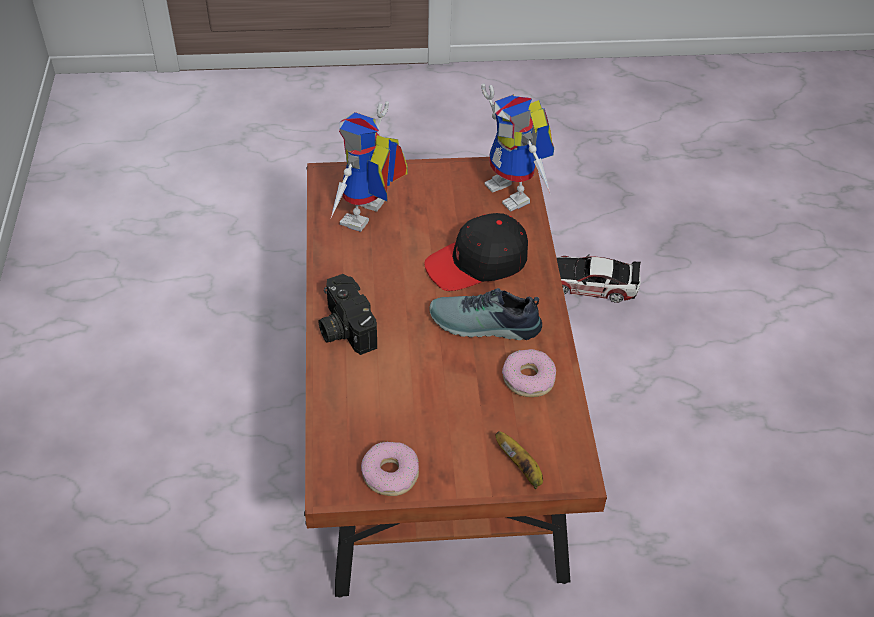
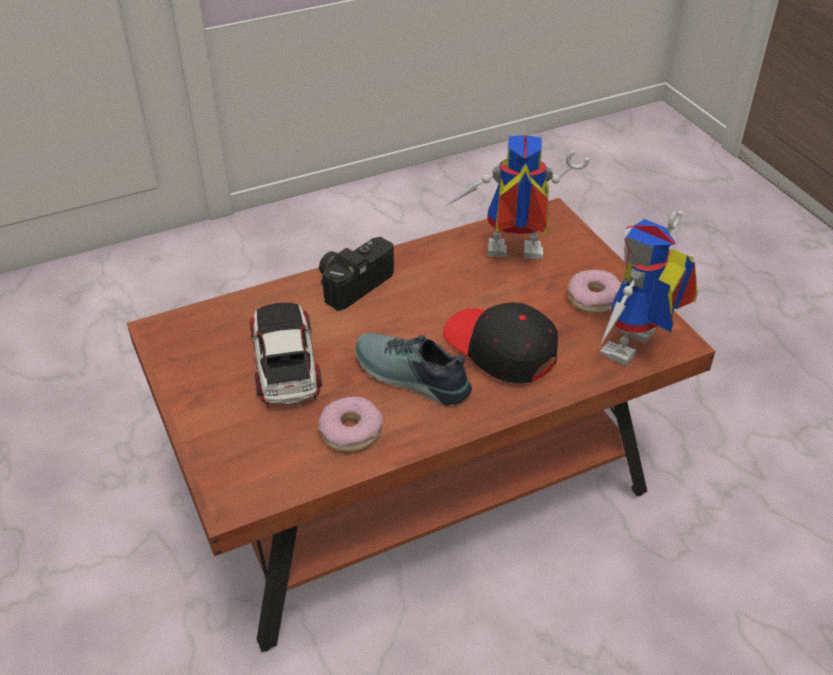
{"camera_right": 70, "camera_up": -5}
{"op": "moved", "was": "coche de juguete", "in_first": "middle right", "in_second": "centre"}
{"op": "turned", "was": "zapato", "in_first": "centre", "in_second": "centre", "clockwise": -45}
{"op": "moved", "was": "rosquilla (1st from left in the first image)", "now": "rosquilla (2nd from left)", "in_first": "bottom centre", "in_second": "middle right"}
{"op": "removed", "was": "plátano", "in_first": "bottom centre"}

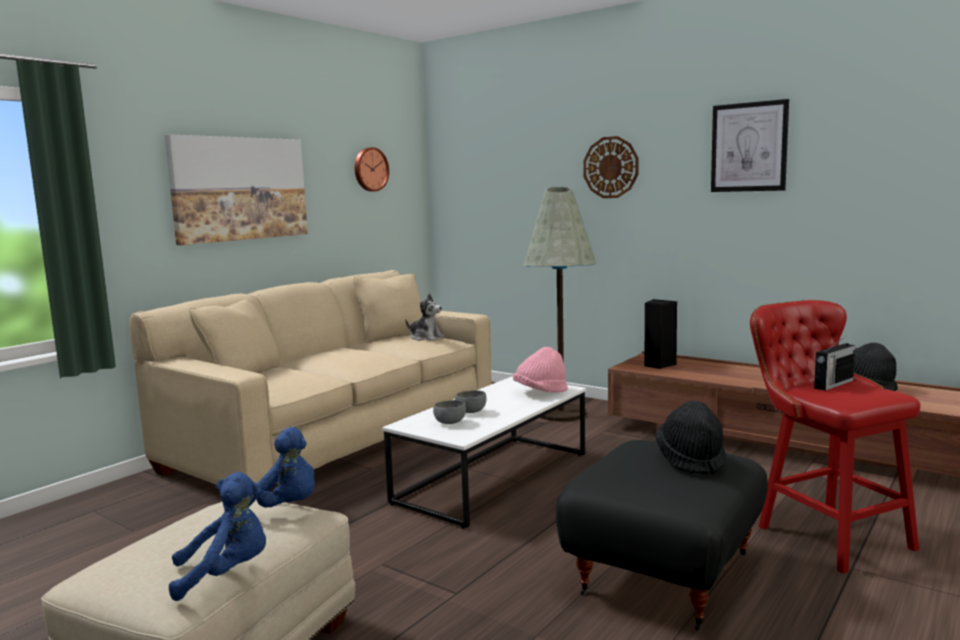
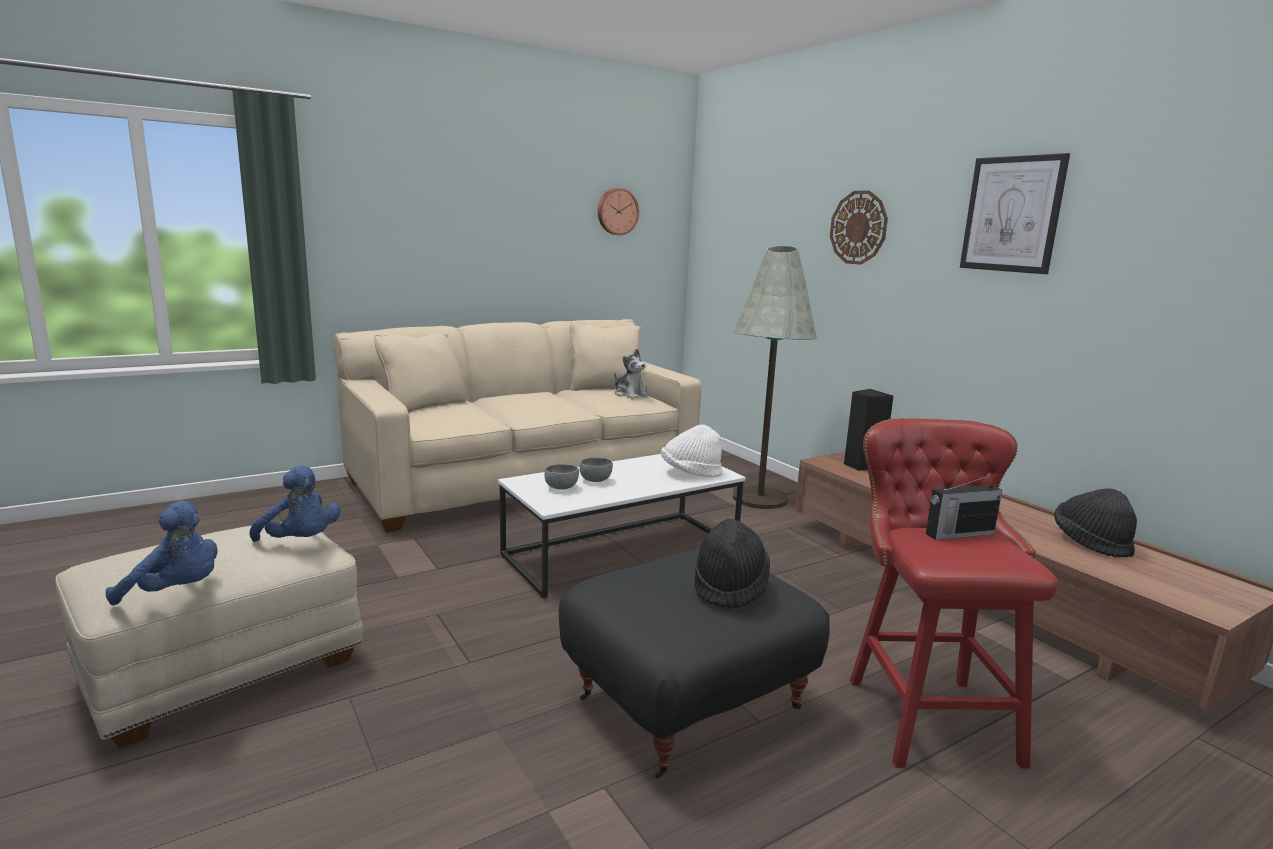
{"camera_right": 20, "camera_up": 5}
{"op": "recoloured", "was": "sombrero (rosa)", "now": "sombrero (blanco)", "in_first": "centre", "in_second": "centre"}
{"op": "removed", "was": "cuadro (1st from left)", "in_first": "top left"}

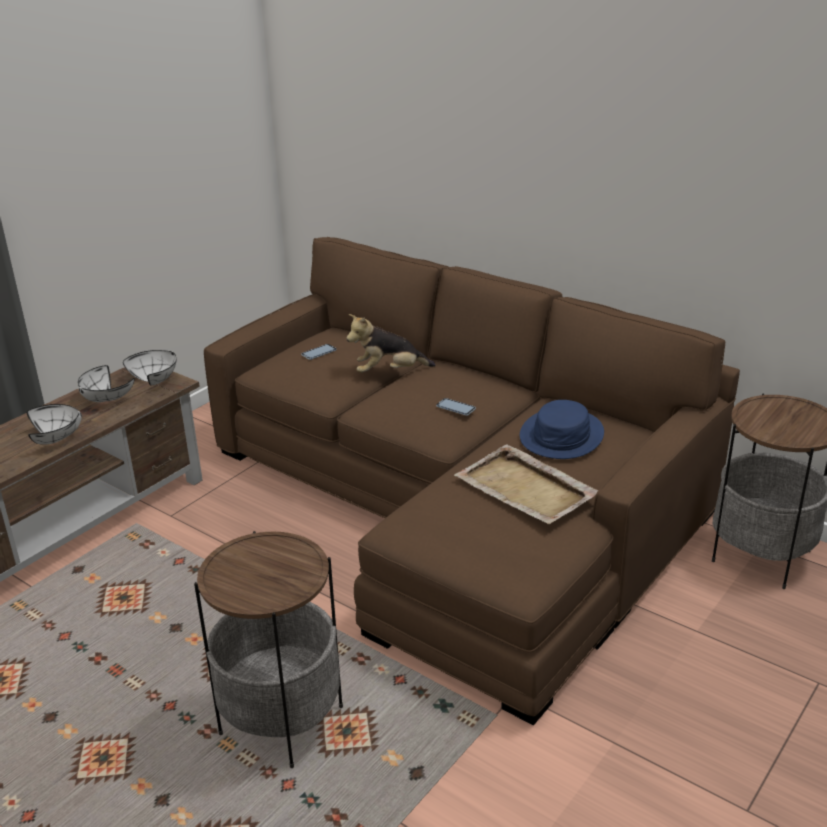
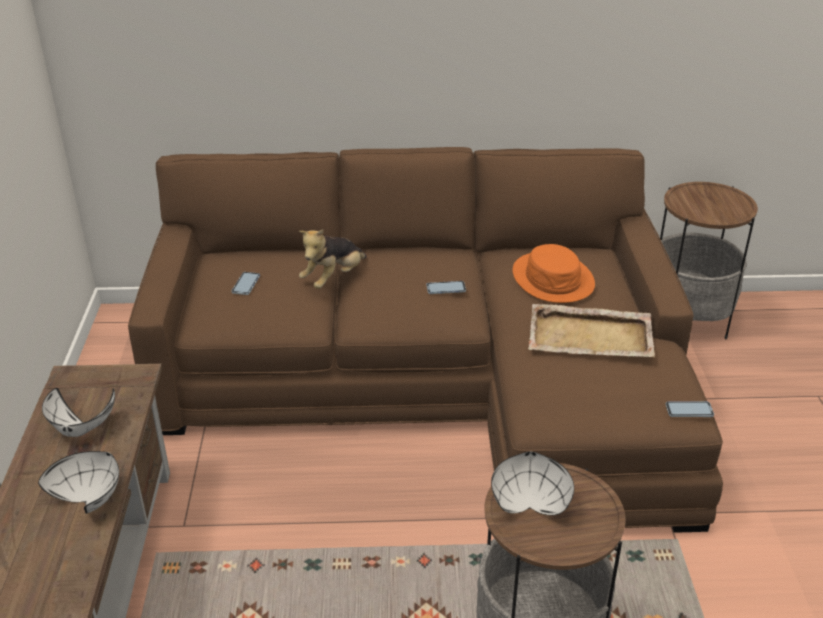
{"camera_right": -40, "camera_up": 5}
{"op": "moved", "was": "cuenco (blanco) (3rd from left)", "in_first": "middle left", "in_second": "bottom centre"}
{"op": "recoloured", "was": "sombrero (azul)", "now": "sombrero (naranja)", "in_first": "middle right", "in_second": "middle right"}
{"op": "added", "now": "móvil (3rd from left)", "in_second": "middle right"}

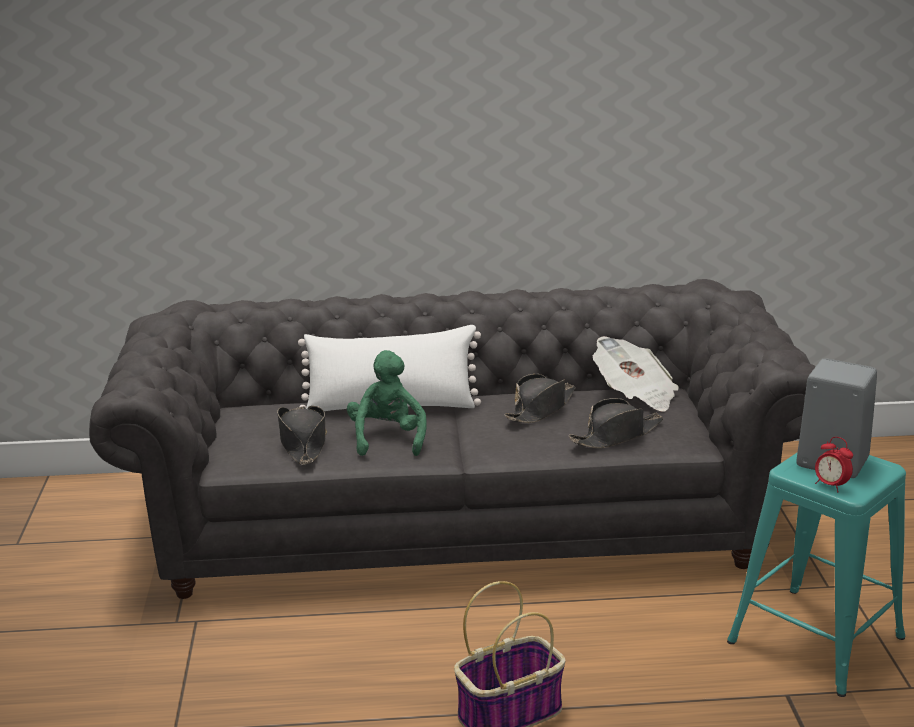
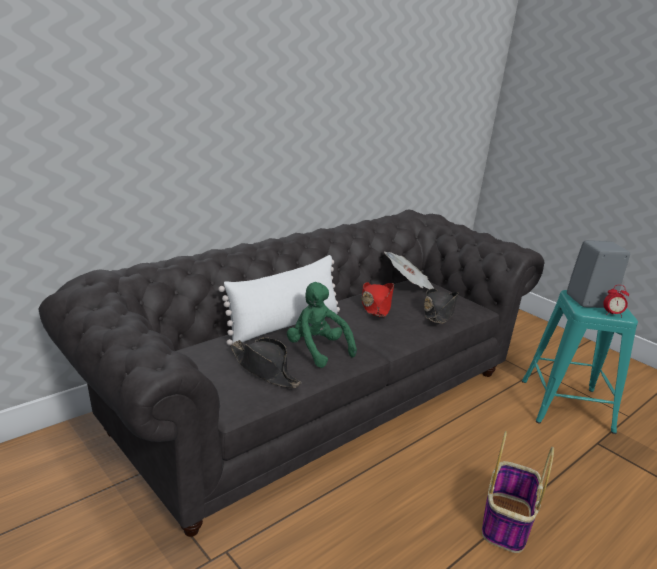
{"camera_right": -40, "camera_up": 0}
{"op": "recoloured", "was": "sombrero (negro) (2nd from left)", "now": "sombrero (rojo)", "in_first": "centre", "in_second": "centre"}

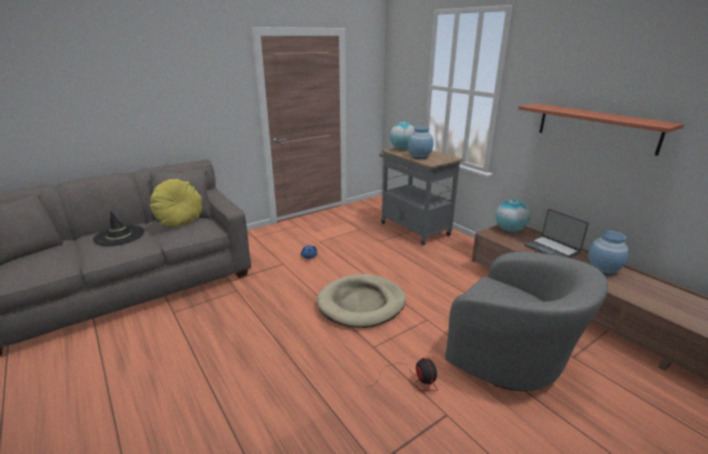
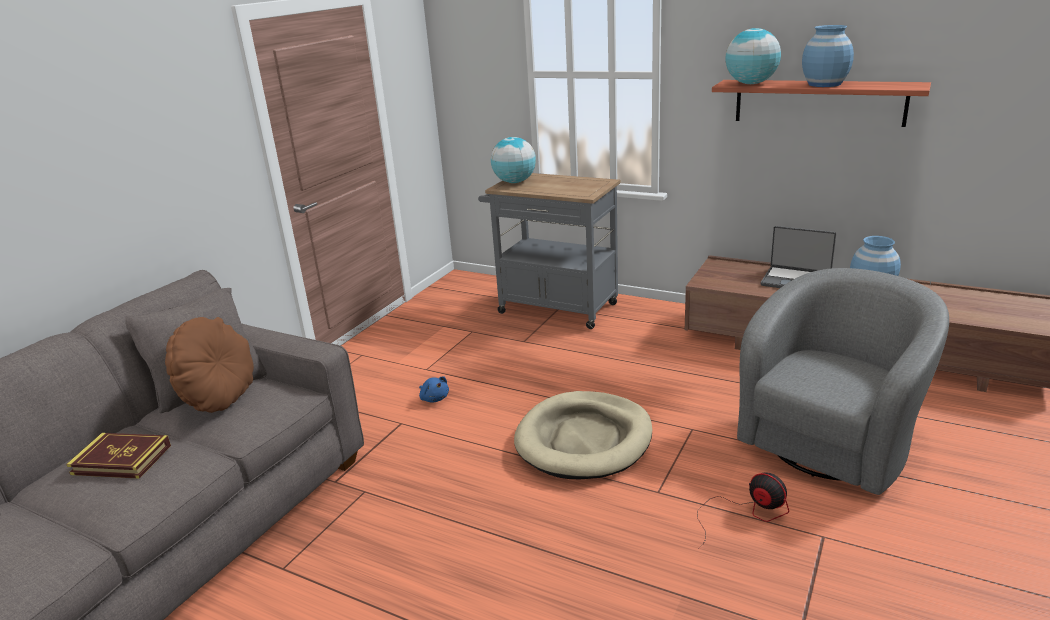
{"camera_right": -25, "camera_up": 0}
{"op": "replaced", "was": "sombrero (negro)", "now": "libro", "in_first": "middle left", "in_second": "bottom left"}
{"op": "recoloured", "was": "cojín (amarillo)", "now": "cojín (marrón)", "in_first": "middle left", "in_second": "middle left"}
{"op": "moved", "was": "globo terráqueo (2nd from left)", "in_first": "middle right", "in_second": "top right"}
{"op": "turned", "was": "sillón (gris)", "in_first": "bottom right", "in_second": "middle right", "clockwise": -60}
{"op": "moved", "was": "florero (azul) (1st from left)", "in_first": "top centre", "in_second": "top right"}

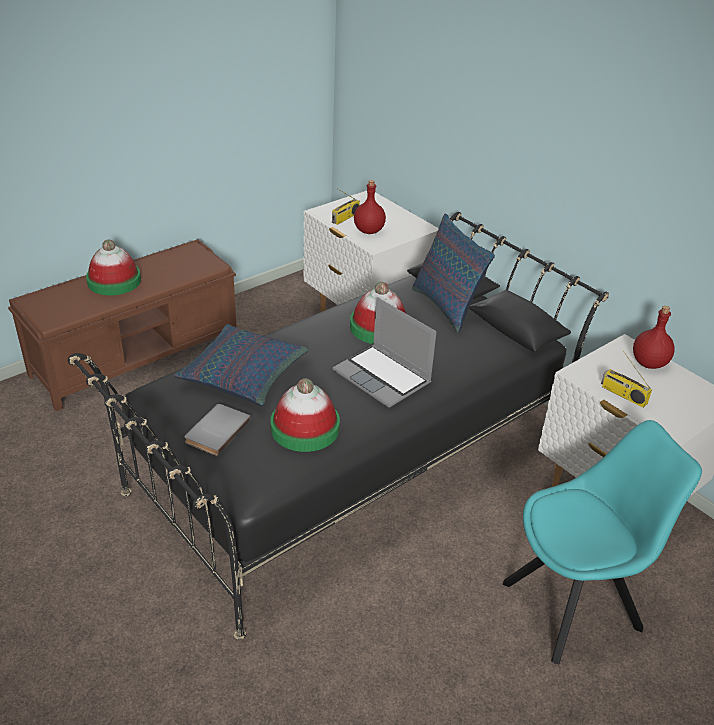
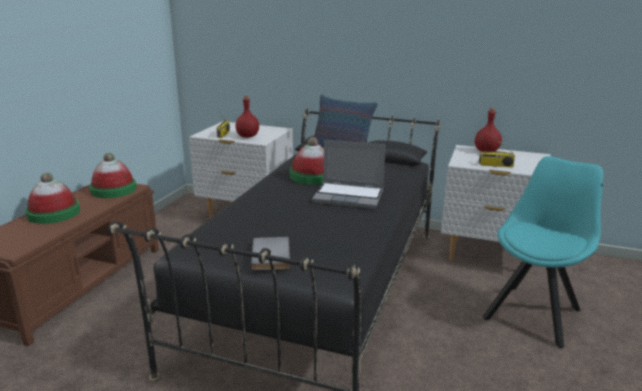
{"camera_right": -30, "camera_up": -15}
{"op": "moved", "was": "sombrero (2nd from left)", "in_first": "centre", "in_second": "middle left"}
{"op": "removed", "was": "cojín (azul) (1st from left)", "in_first": "centre"}

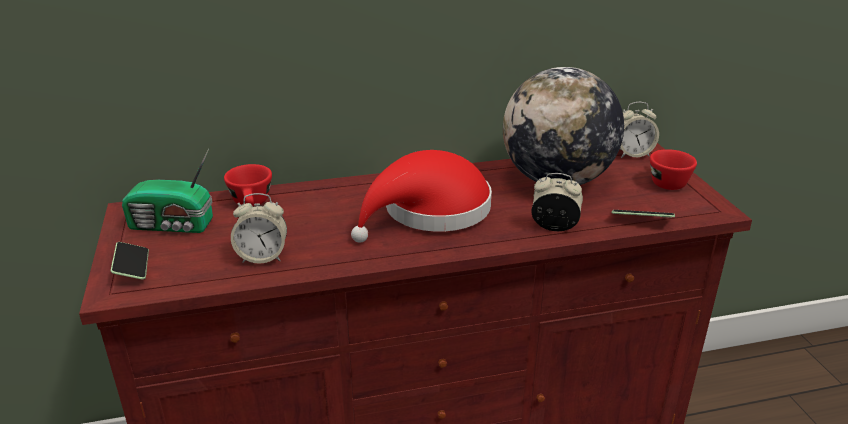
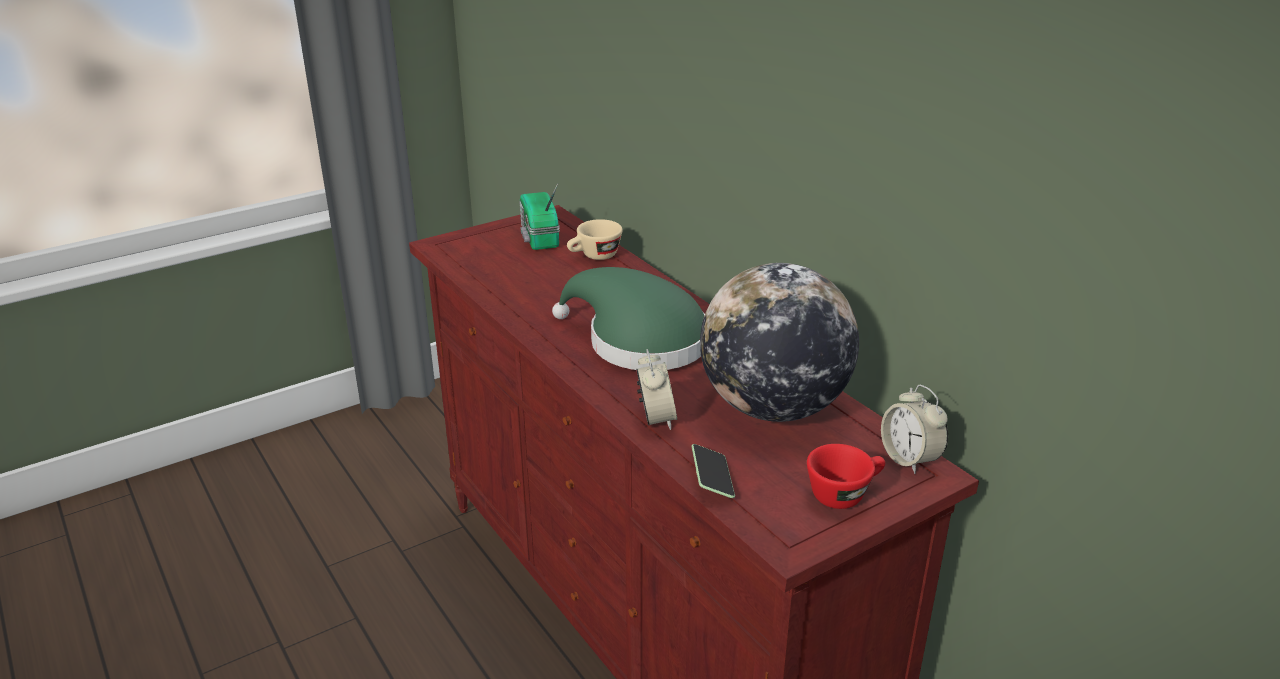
{"camera_right": 70, "camera_up": 0}
{"op": "recoloured", "was": "sombrero (rojo)", "now": "sombrero (verde)", "in_first": "centre", "in_second": "centre"}
{"op": "recoloured", "was": "taza (rojo) (1st from left)", "now": "taza (beis)", "in_first": "middle left", "in_second": "centre"}
{"op": "removed", "was": "móvil (1st from left)", "in_first": "middle left"}
{"op": "removed", "was": "despertador (1st from left)", "in_first": "middle left"}

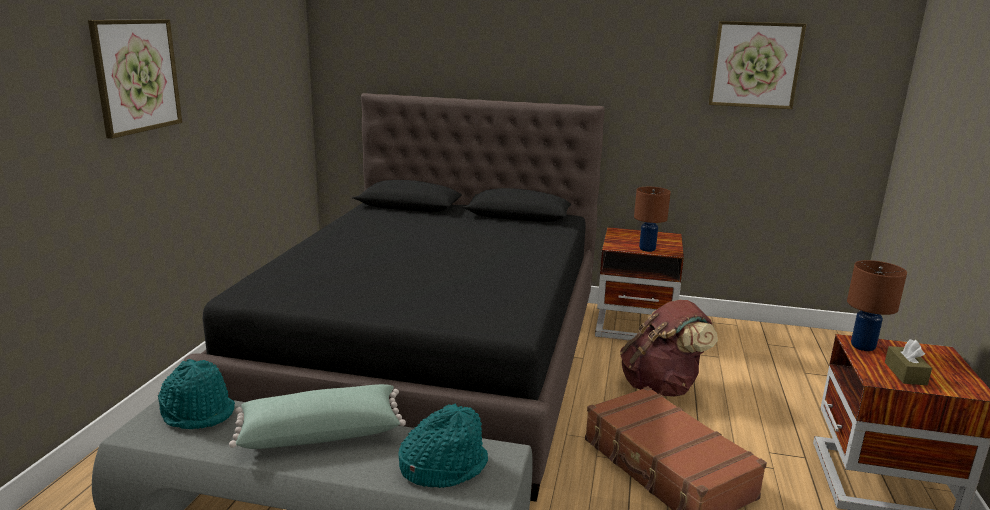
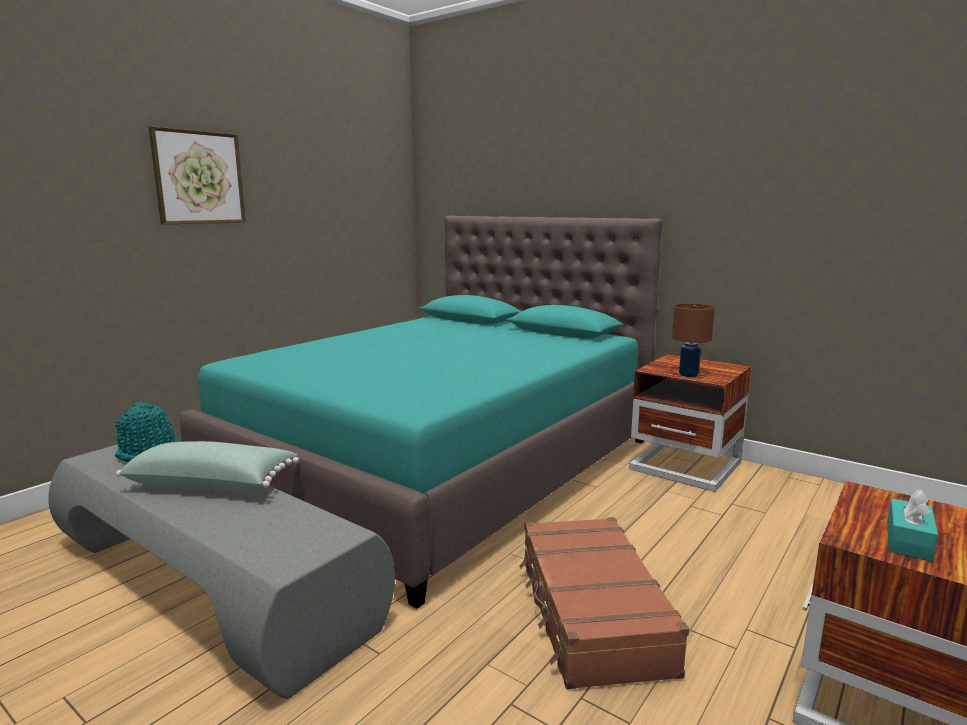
{"camera_right": 25, "camera_up": -5}
{"op": "recoloured", "was": "cama (negro)", "now": "cama (turquesa)", "in_first": "centre", "in_second": "centre"}
{"op": "recoloured", "was": "caja de pañuelos (marrón)", "now": "caja de pañuelos (turquesa)", "in_first": "bottom right", "in_second": "bottom right"}
{"op": "removed", "was": "sombrero (turquesa) (2nd from left)", "in_first": "bottom centre"}
{"op": "removed", "was": "mochila (marrón)", "in_first": "bottom right"}
{"op": "removed", "was": "cuadro (2nd from left)", "in_first": "top right"}
{"op": "removed", "was": "lámpara de mesa (marrón) (2nd from left)", "in_first": "middle right"}

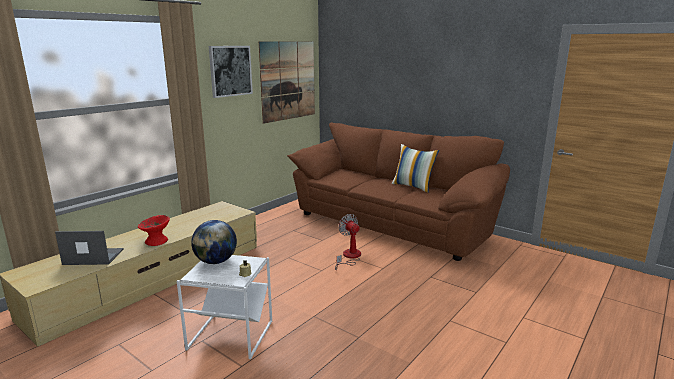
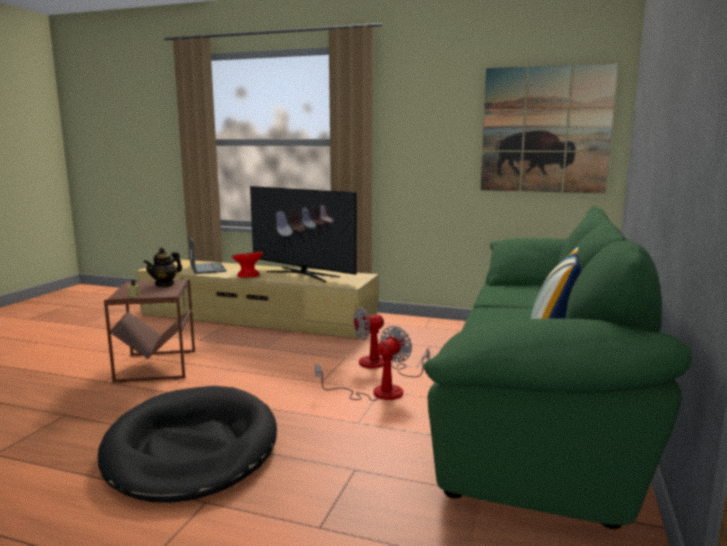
{"camera_right": 70, "camera_up": -5}
{"op": "added", "now": "cama para perro (negro)", "in_second": "bottom left"}
{"op": "recoloured", "was": "mesa auxiliar (blanco)", "now": "mesa auxiliar (marrón)", "in_first": "bottom left", "in_second": "middle left"}
{"op": "replaced", "was": "globo terráqueo", "now": "tetera", "in_first": "middle left", "in_second": "middle left"}
{"op": "added", "now": "televisor", "in_second": "centre"}
{"op": "added", "now": "ventilador (2nd from left)", "in_second": "centre"}
{"op": "recoloured", "was": "sofá (marrón)", "now": "sofá (verde)", "in_first": "centre", "in_second": "bottom right"}
{"op": "removed", "was": "cuadro (1st from left)", "in_first": "top centre"}

